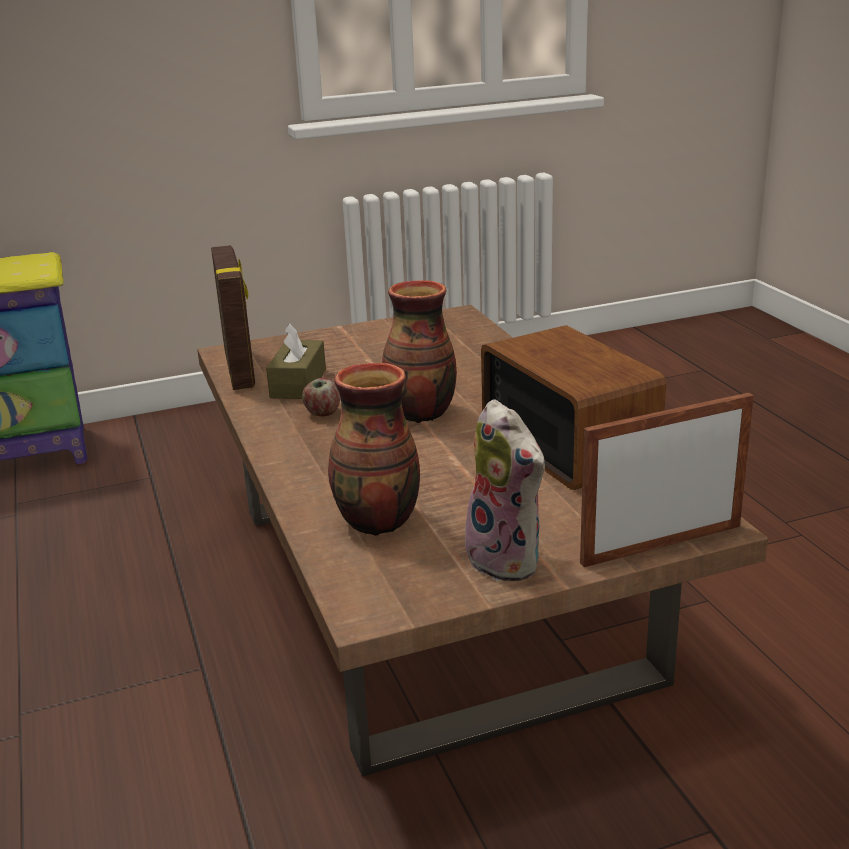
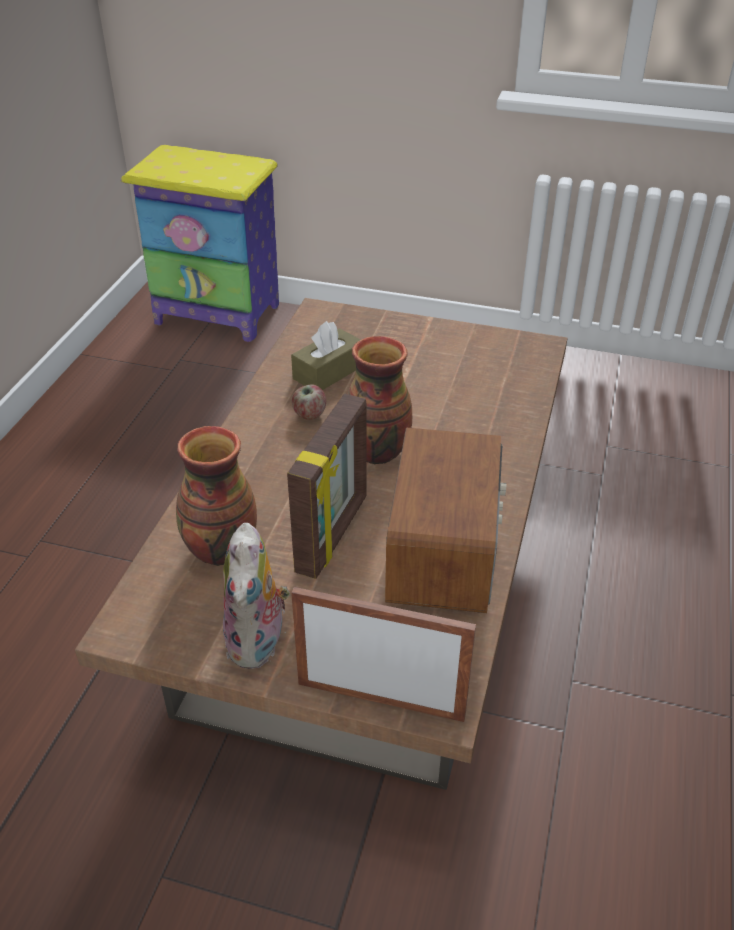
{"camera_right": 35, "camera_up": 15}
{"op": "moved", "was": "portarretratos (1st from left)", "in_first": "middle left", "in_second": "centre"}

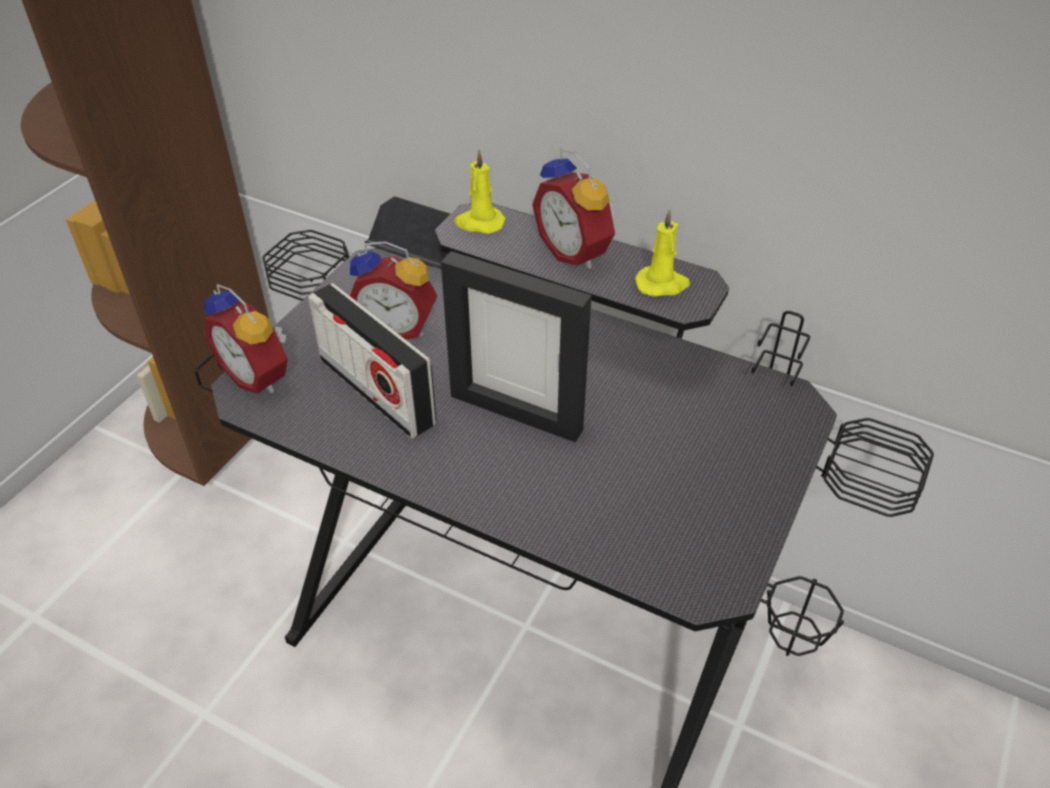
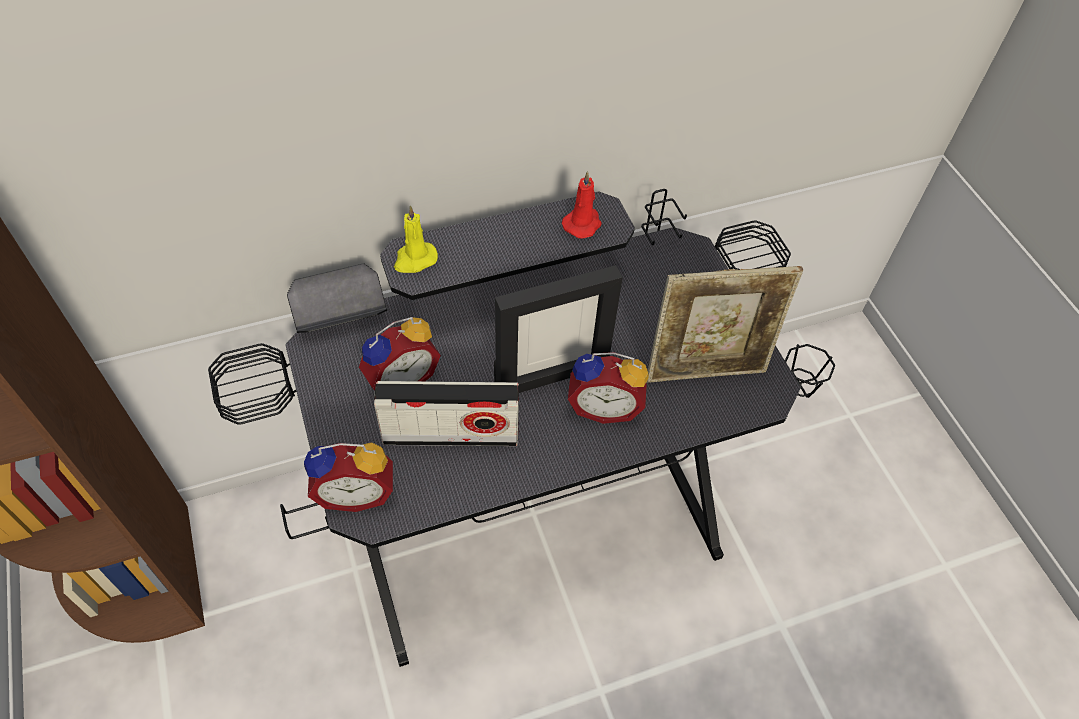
{"camera_right": -50, "camera_up": 10}
{"op": "recoloured", "was": "vela (amarillo) (2nd from left)", "now": "vela (rojo)", "in_first": "top centre", "in_second": "top centre"}
{"op": "moved", "was": "despertador (3rd from left)", "in_first": "top centre", "in_second": "centre"}
{"op": "added", "now": "portarretratos (2nd from left)", "in_second": "middle right"}

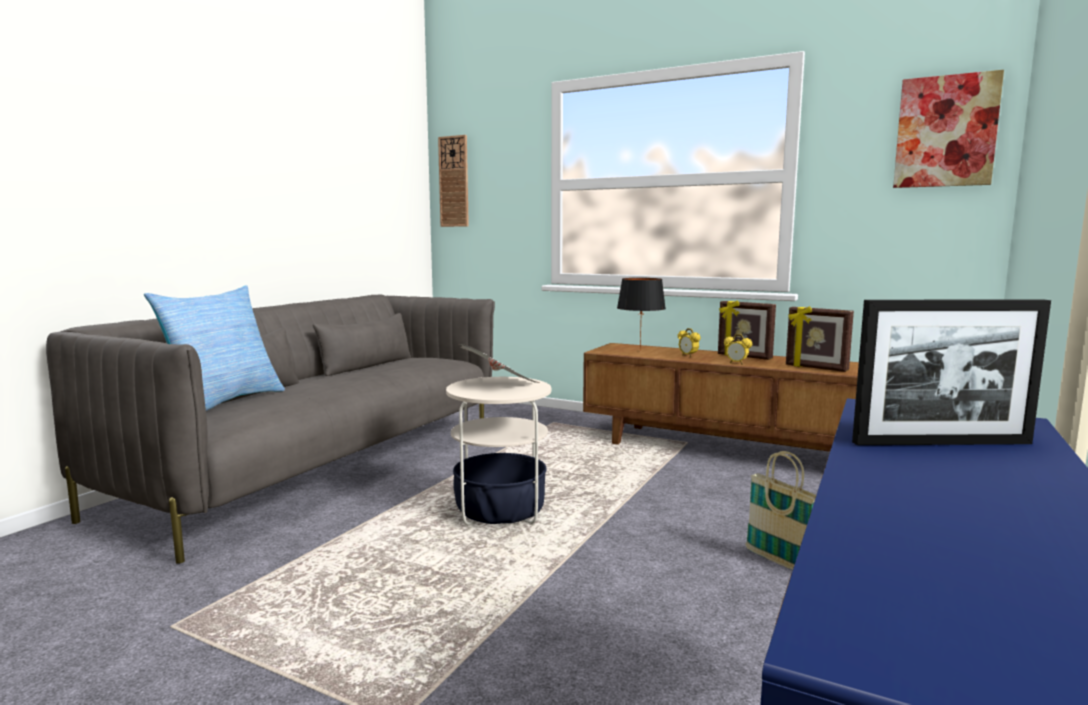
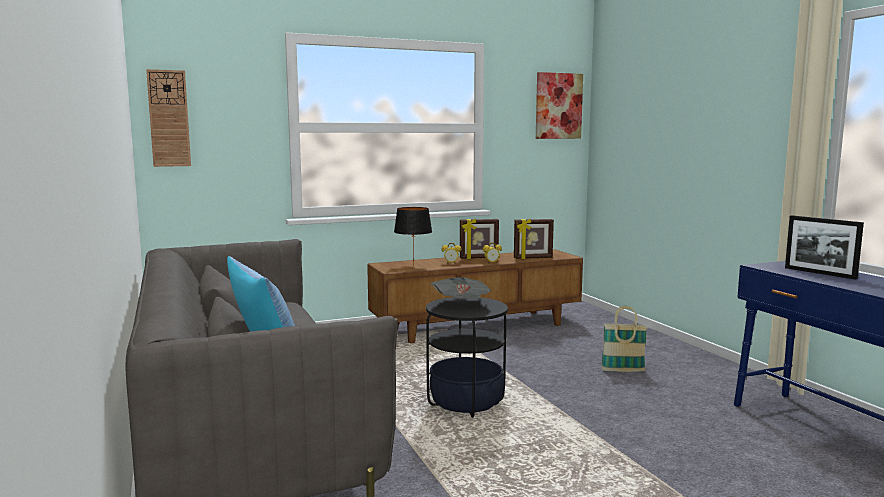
{"camera_right": -50, "camera_up": 0}
{"op": "recoloured", "was": "mesa auxiliar (beis)", "now": "mesa auxiliar (negro)", "in_first": "centre", "in_second": "bottom centre"}
{"op": "turned", "was": "portarretratos (3rd from left)", "in_first": "middle right", "in_second": "middle right", "clockwise": 105}

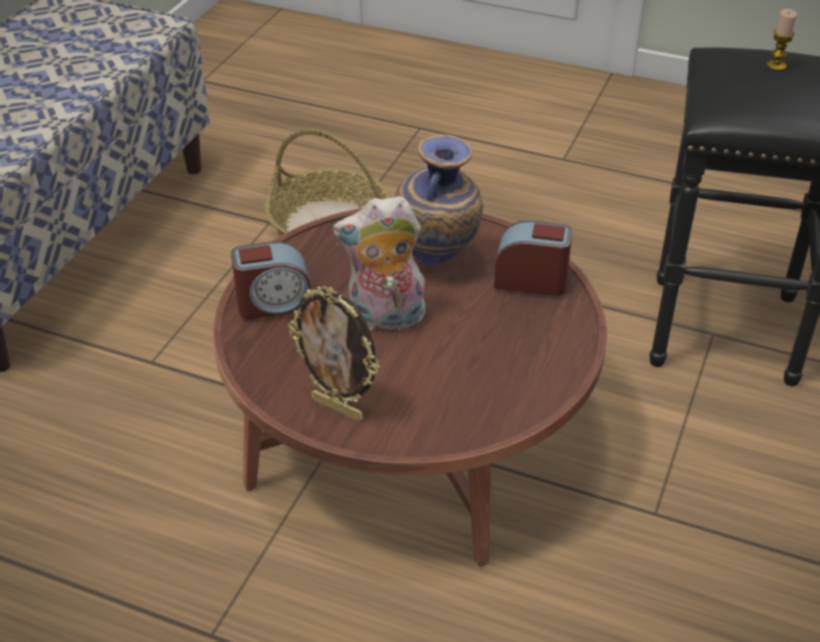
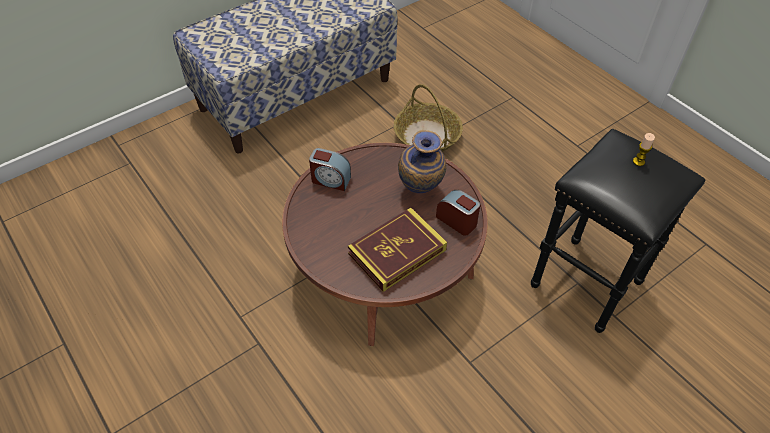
{"camera_right": 30, "camera_up": 10}
{"op": "added", "now": "libro", "in_second": "centre"}
{"op": "removed", "was": "portarretratos", "in_first": "centre"}
{"op": "removed", "was": "peluche", "in_first": "centre"}

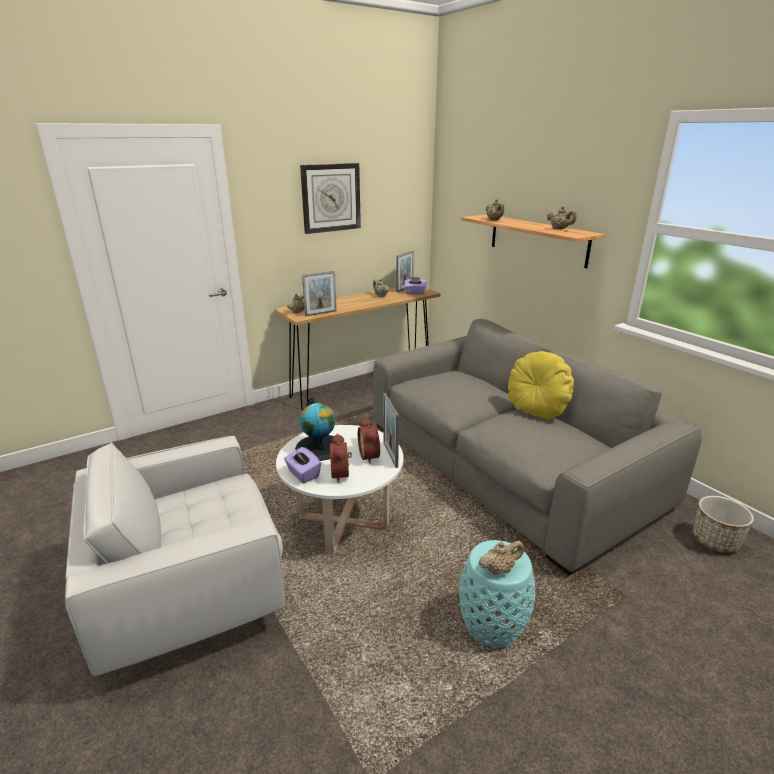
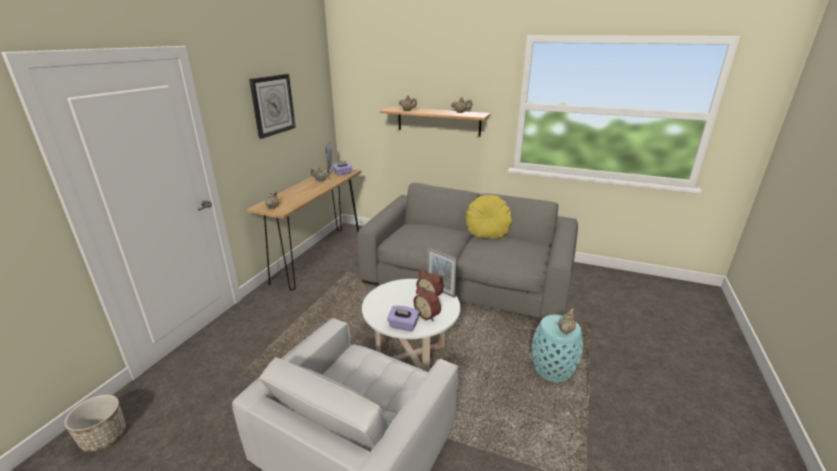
{"camera_right": -35, "camera_up": 0}
{"op": "moved", "was": "maceta", "in_first": "bottom right", "in_second": "bottom left"}
{"op": "removed", "was": "globo terráqueo", "in_first": "centre"}
{"op": "removed", "was": "portarretratos (1st from left)", "in_first": "centre"}

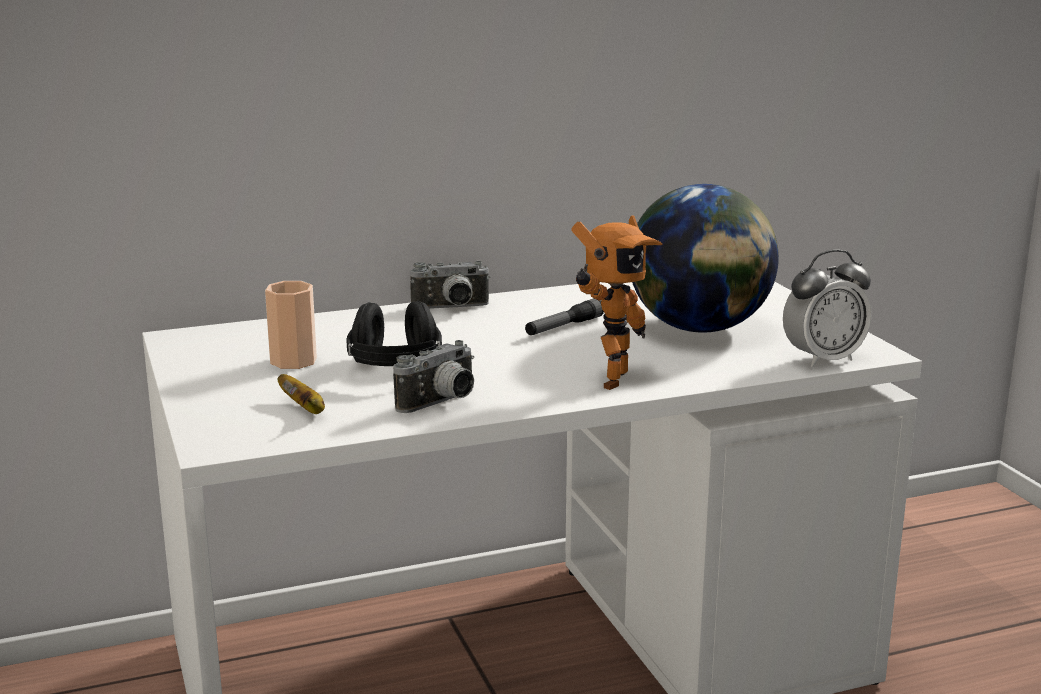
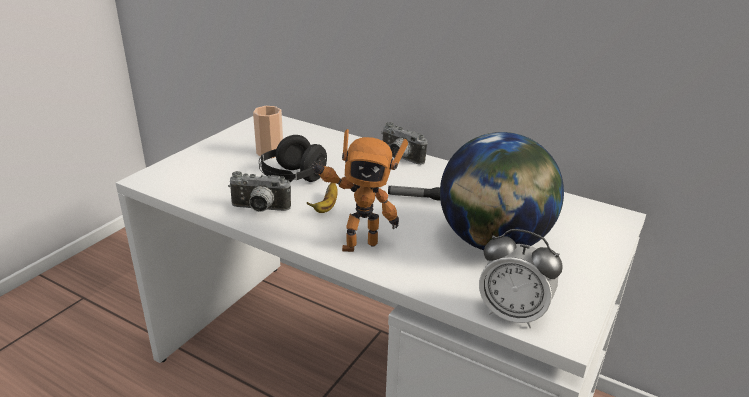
{"camera_right": 50, "camera_up": 10}
{"op": "moved", "was": "plátano", "in_first": "middle left", "in_second": "centre"}

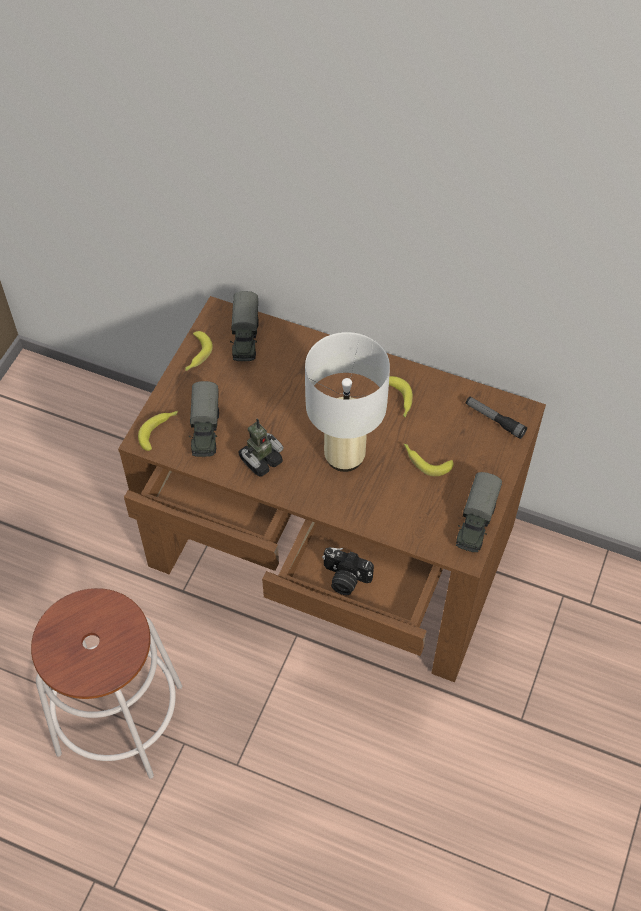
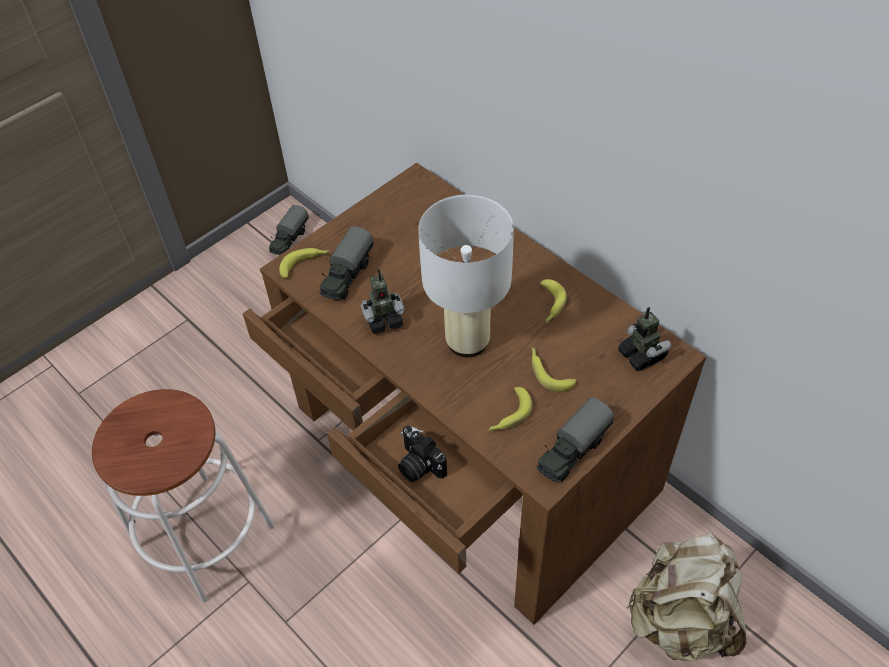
{"camera_right": 25, "camera_up": -5}
{"op": "moved", "was": "camión de juguete (2nd from left in the first image)", "now": "camión de juguete (1st from left)", "in_first": "centre", "in_second": "middle left"}
{"op": "moved", "was": "plátano (2nd from left)", "in_first": "middle left", "in_second": "centre"}
{"op": "replaced", "was": "linterna", "now": "robot de juguete (2nd from left)", "in_first": "middle right", "in_second": "middle right"}
{"op": "added", "now": "mochila (beis)", "in_second": "bottom right"}

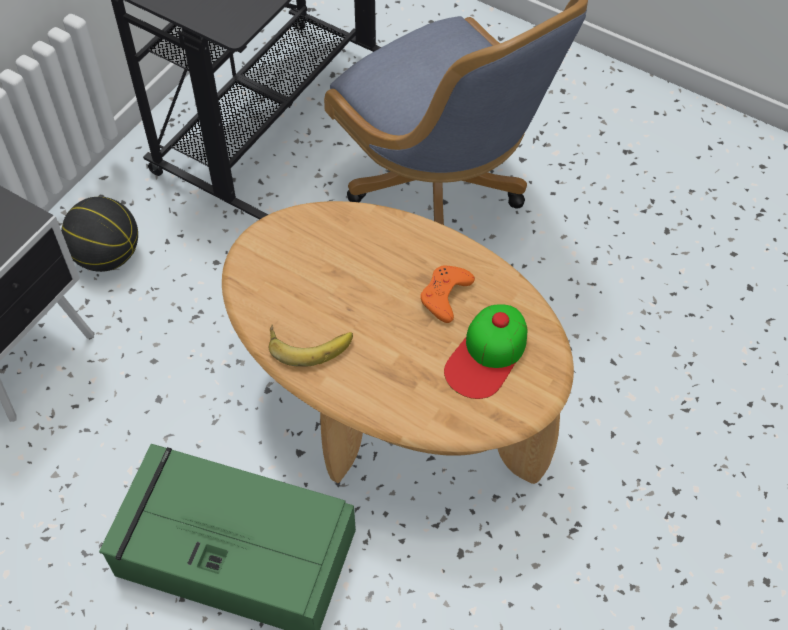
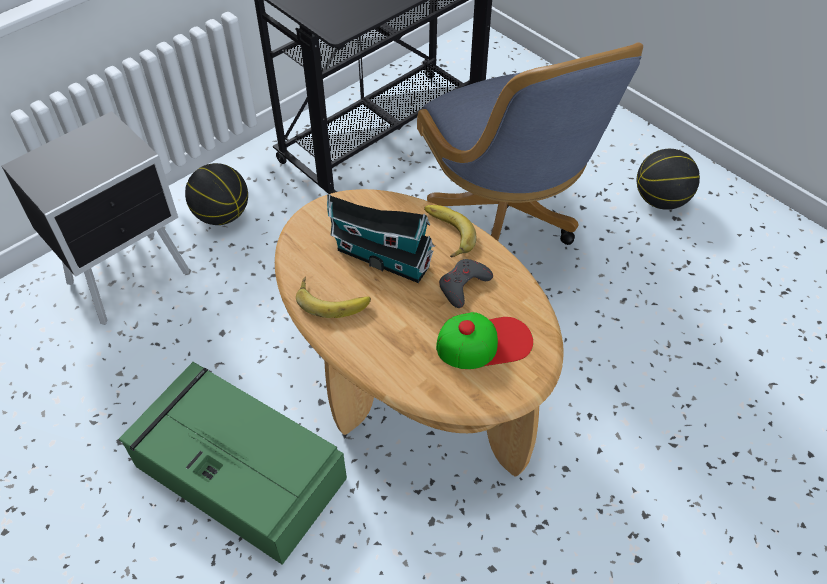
{"camera_right": 15, "camera_up": -5}
{"op": "added", "now": "casita", "in_second": "centre"}
{"op": "added", "now": "plátano (2nd from left)", "in_second": "centre"}
{"op": "turned", "was": "gorra", "in_first": "centre", "in_second": "centre", "clockwise": -150}
{"op": "recoloured", "was": "mando de consola (naranja)", "now": "mando de consola (gris)", "in_first": "centre", "in_second": "centre"}
{"op": "added", "now": "balón de baloncesto (2nd from left)", "in_second": "top right"}

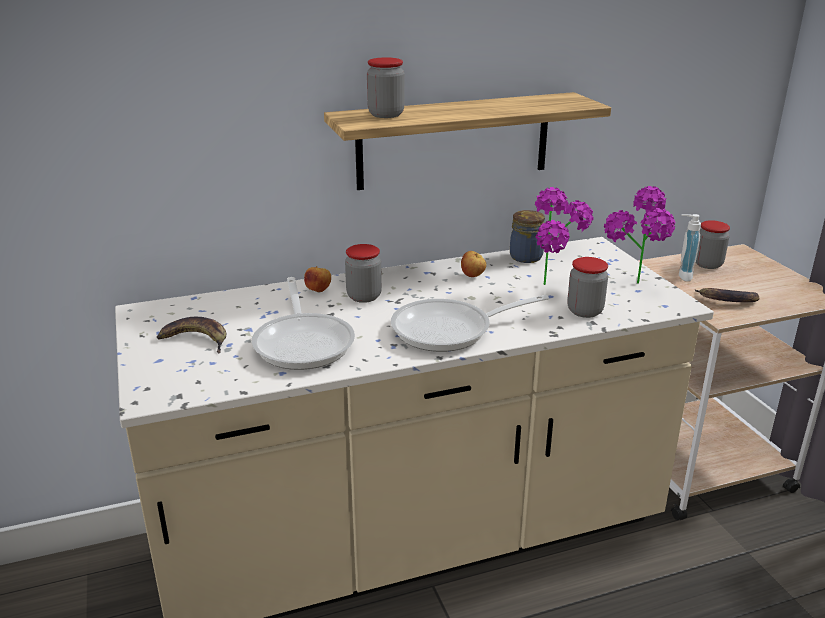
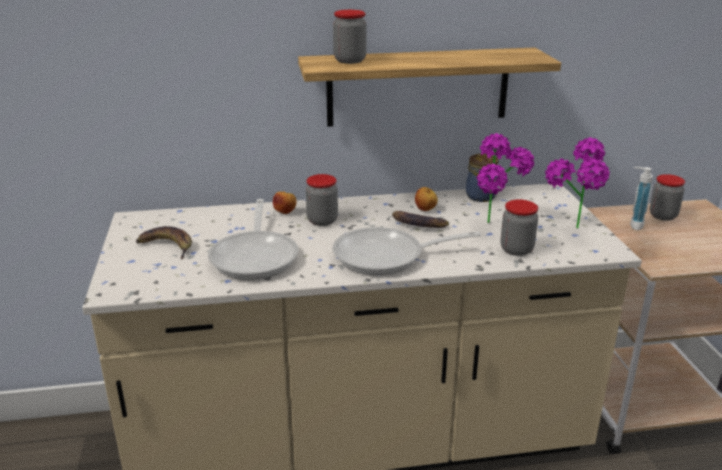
{"camera_right": 10, "camera_up": 0}
{"op": "moved", "was": "plátano (2nd from left)", "in_first": "middle right", "in_second": "centre"}

